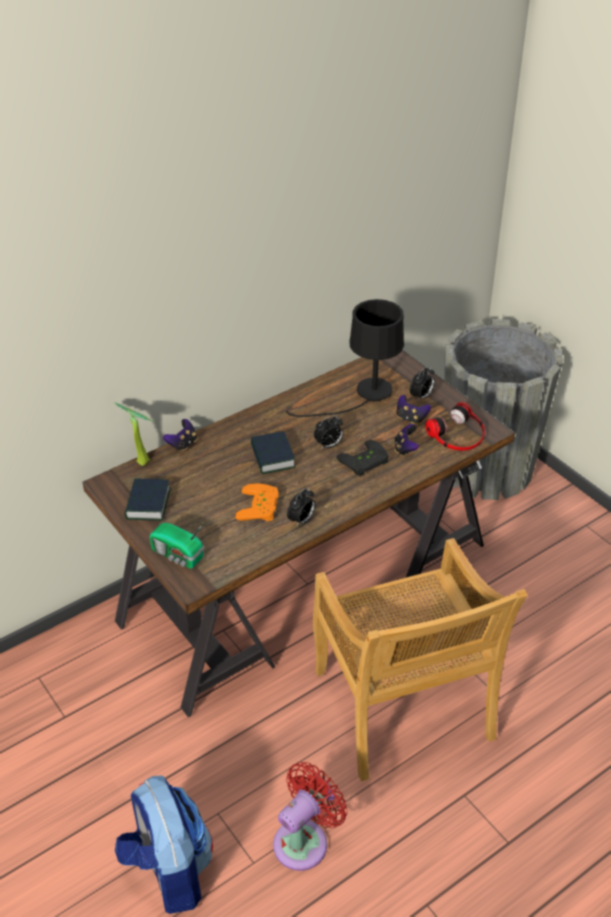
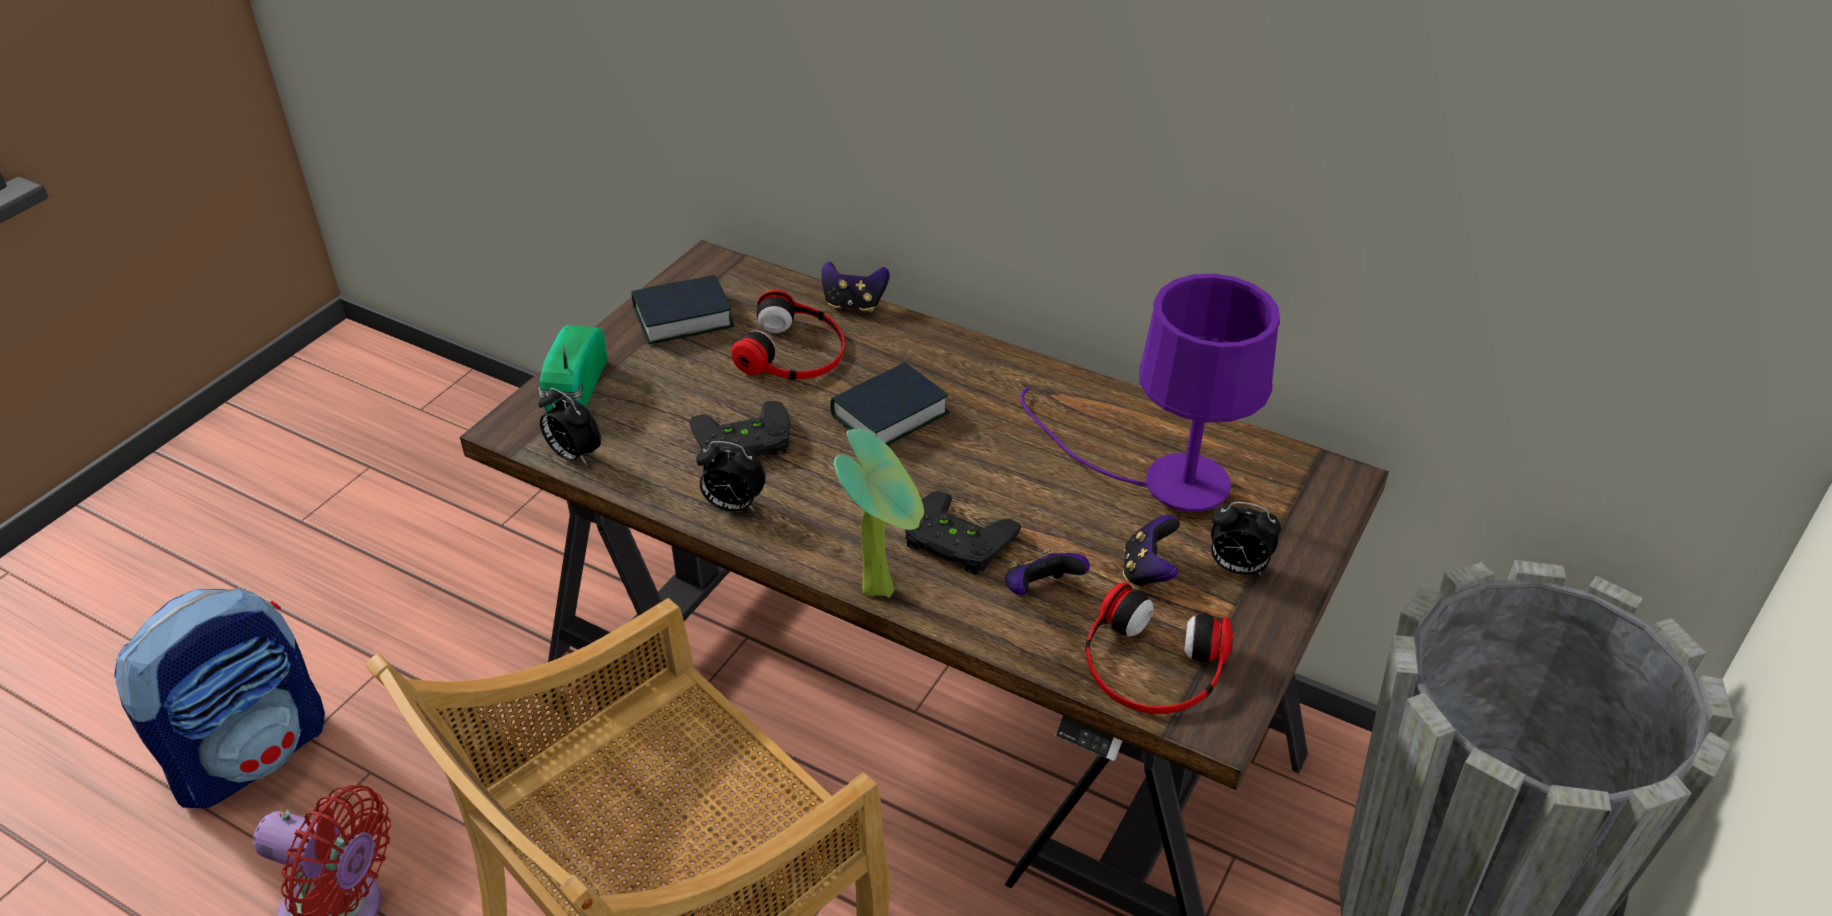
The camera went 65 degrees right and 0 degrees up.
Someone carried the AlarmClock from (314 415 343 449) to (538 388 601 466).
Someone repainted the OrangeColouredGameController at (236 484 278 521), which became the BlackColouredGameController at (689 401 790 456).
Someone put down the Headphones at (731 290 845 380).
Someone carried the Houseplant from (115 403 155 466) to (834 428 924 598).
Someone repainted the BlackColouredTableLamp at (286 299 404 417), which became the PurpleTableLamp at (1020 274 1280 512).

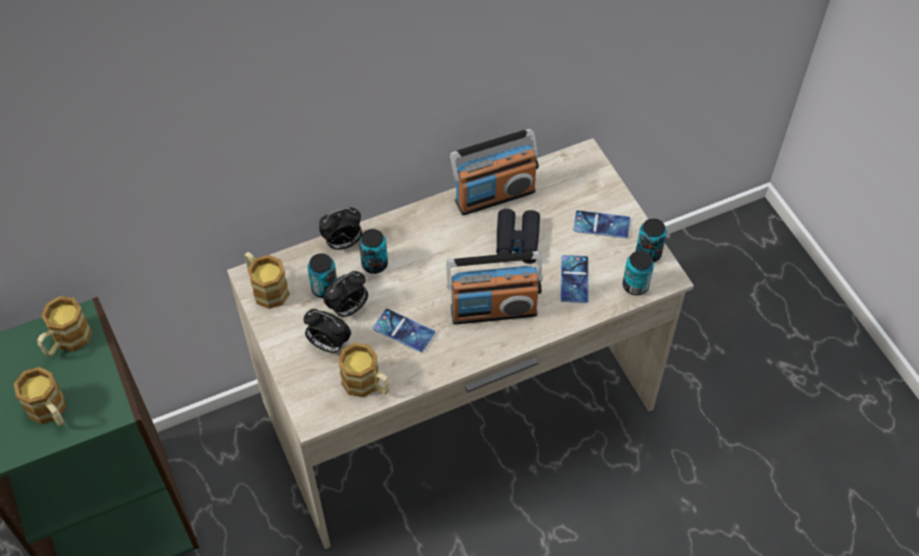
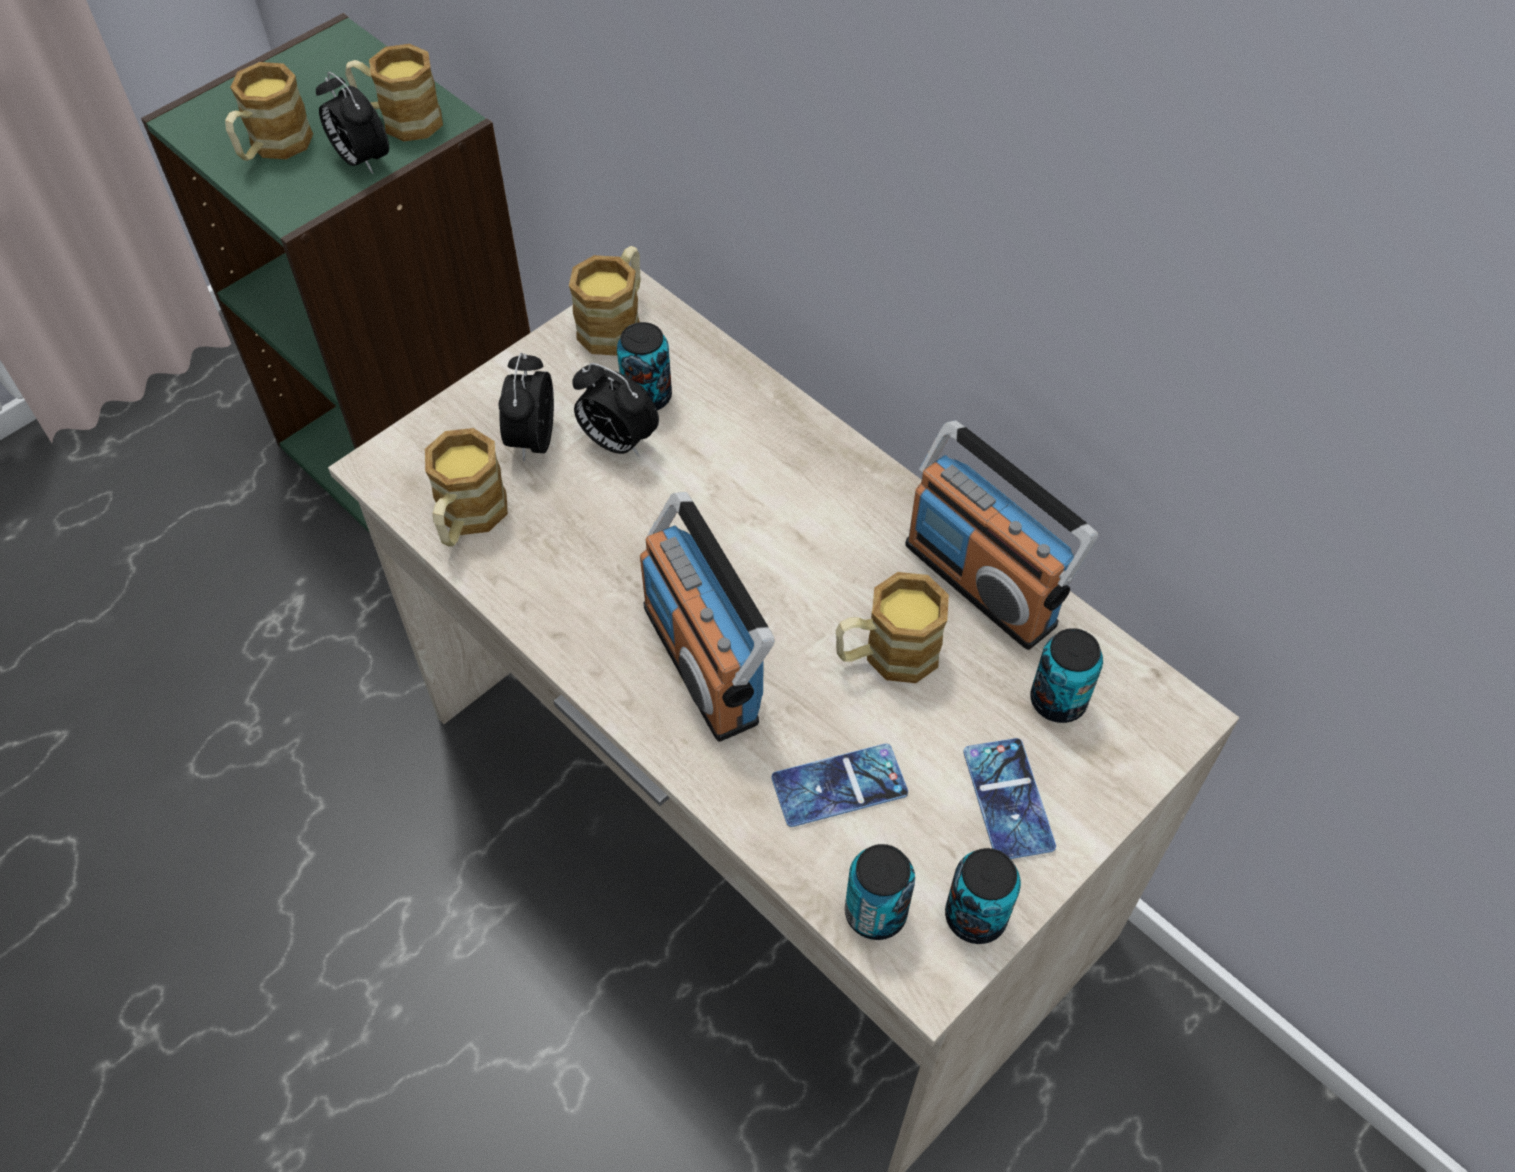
The camera went 70 degrees right and 0 degrees up.
Someone carried the AlarmClock from (319 207 362 250) to (316 72 389 174).
Someone swapped the BlackColouredBinoculars at (496 209 540 264) for the Mug at (836 572 949 683).
Someone carried the MetalCan from (359 229 388 274) to (1030 628 1103 723).
Someone took away the Telephone at (373 309 435 352).

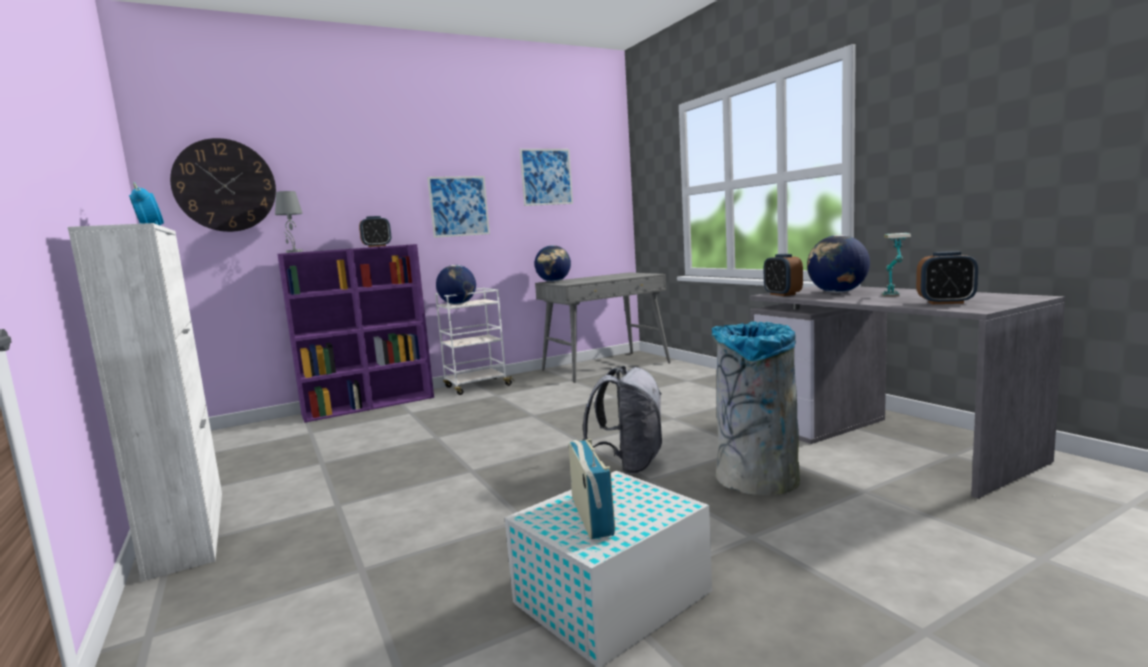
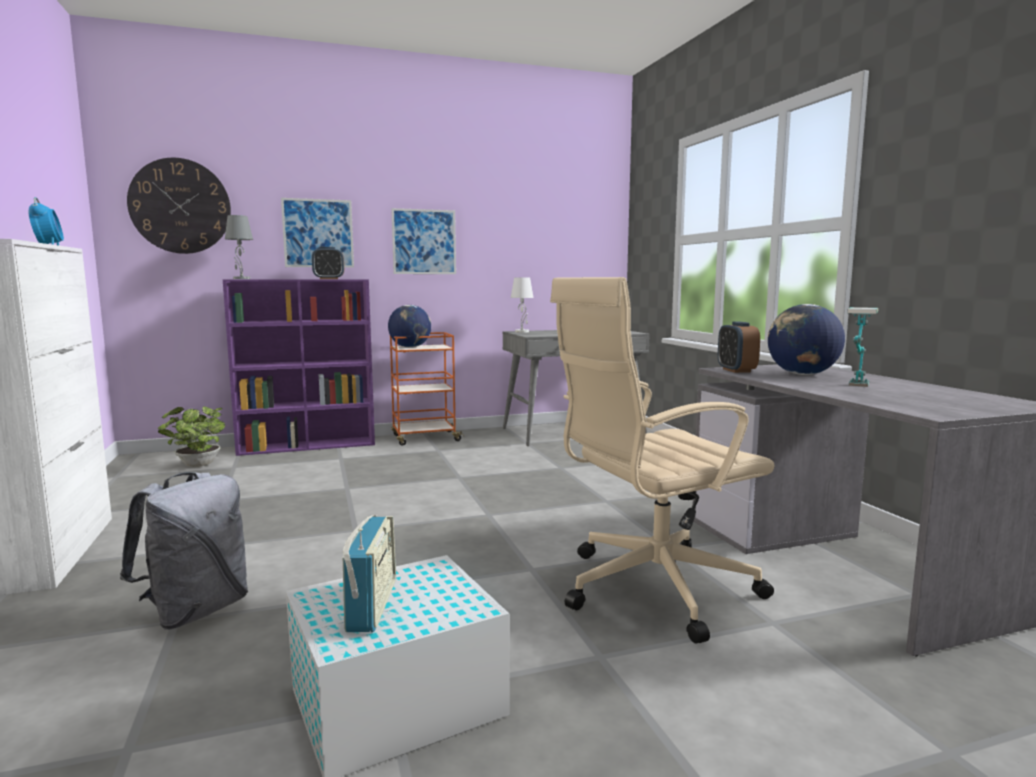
The camera went 10 degrees right and 0 degrees up.
Someone carried the GreyishRucksack from (582 366 662 474) to (120 472 248 630).
Someone put down the Houseplant at (158 406 225 467).
Someone carried the WallPicture from (520 149 573 206) to (281 198 354 268).
Someone repainted the WhiteColouredCart at (435 288 514 395), which became the OrangeColouredCart at (390 332 464 446).
Someone swapped the DeskGlobe at (535 245 571 282) for the WhiteColouredTableLamp at (511 278 533 333).
Someone swapped the GreyishWasteBin at (712 321 800 495) for the BeigeDeskChair at (550 277 774 643).
Someone took away the AlarmClock at (916 251 978 304).

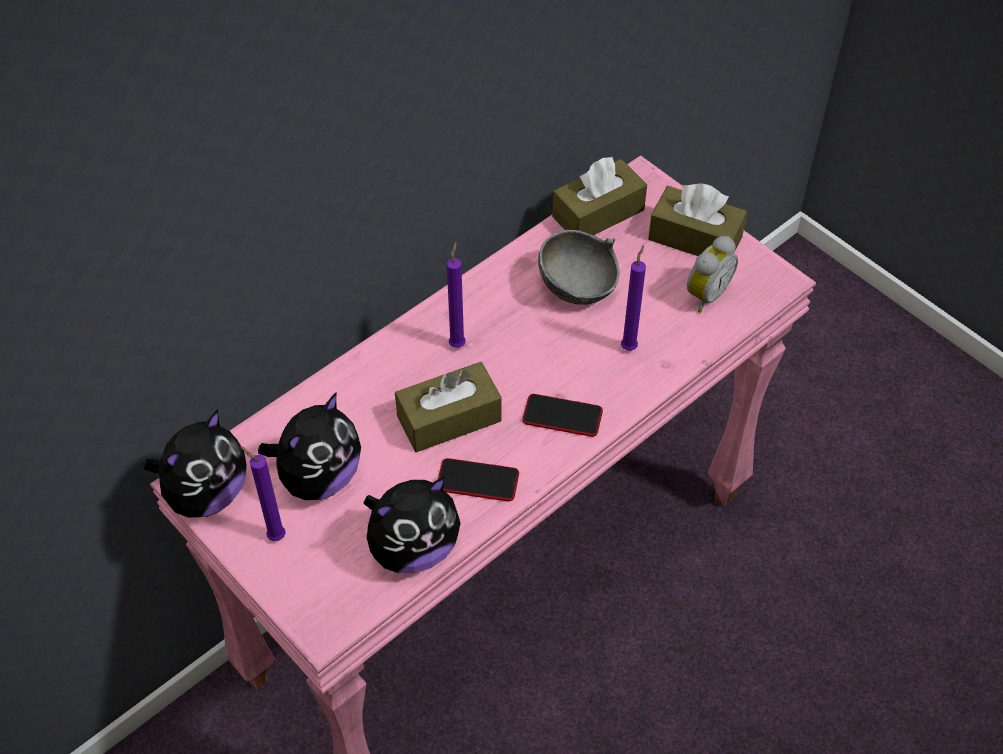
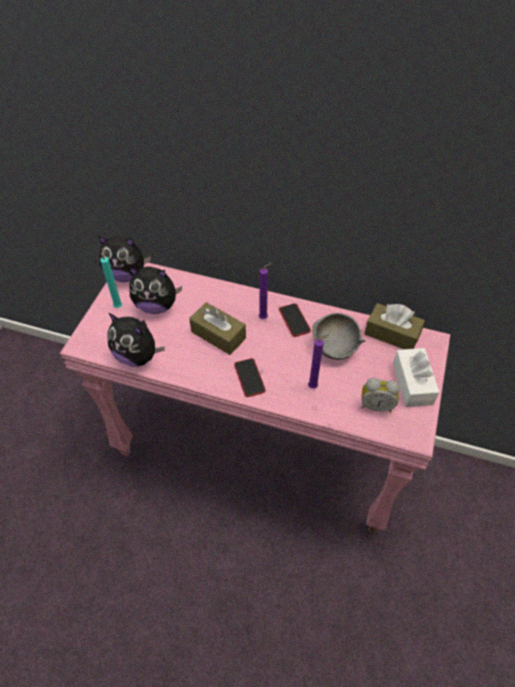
The camera went 60 degrees right and 0 degrees up.
Someone repainted the PurpleCandle at (240 446 286 541), which became the TurquoiseCandle at (100 248 122 308).
Someone carried the Telephone from (438 458 519 501) to (279 303 311 337).
Someone repainted the BrownTissueBox at (648 183 747 256), which became the WhiteColouredTissueBox at (393 348 439 407).

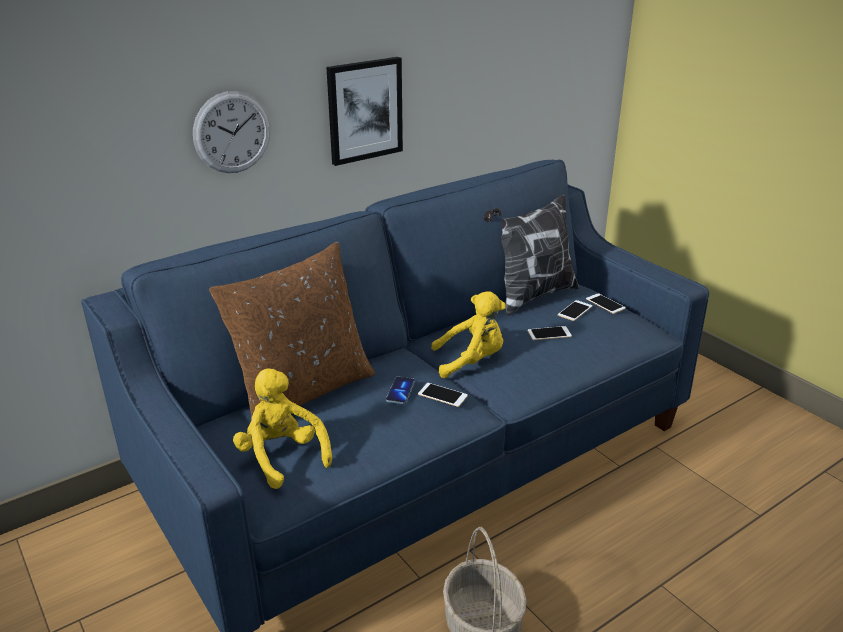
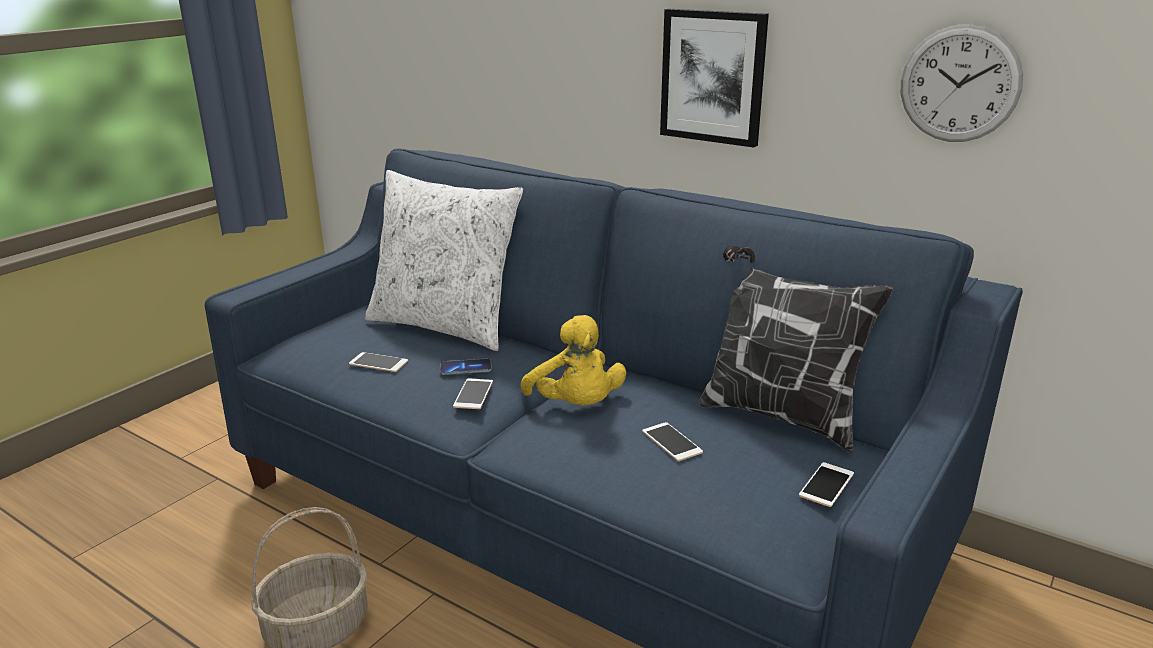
The camera went 70 degrees right and 5 degrees down.
Someone carried the Telephone from (558 300 592 321) to (349 352 408 372).
Someone repainted the BrownCushion at (209 242 375 418), which became the WhiteColouredCushion at (365 170 523 351).
Someone carried the HangingClock from (193 91 271 173) to (901 24 1023 142).
Someone took away the YellowPlushToy at (233 368 332 489).

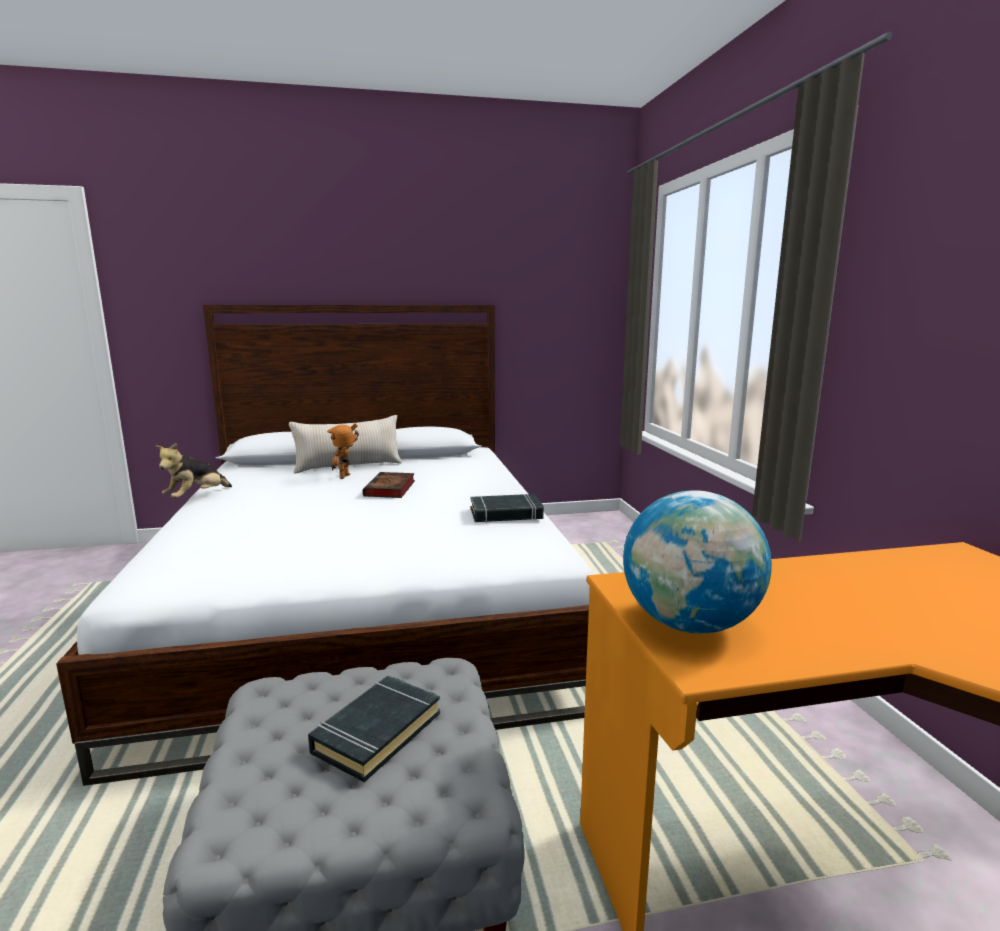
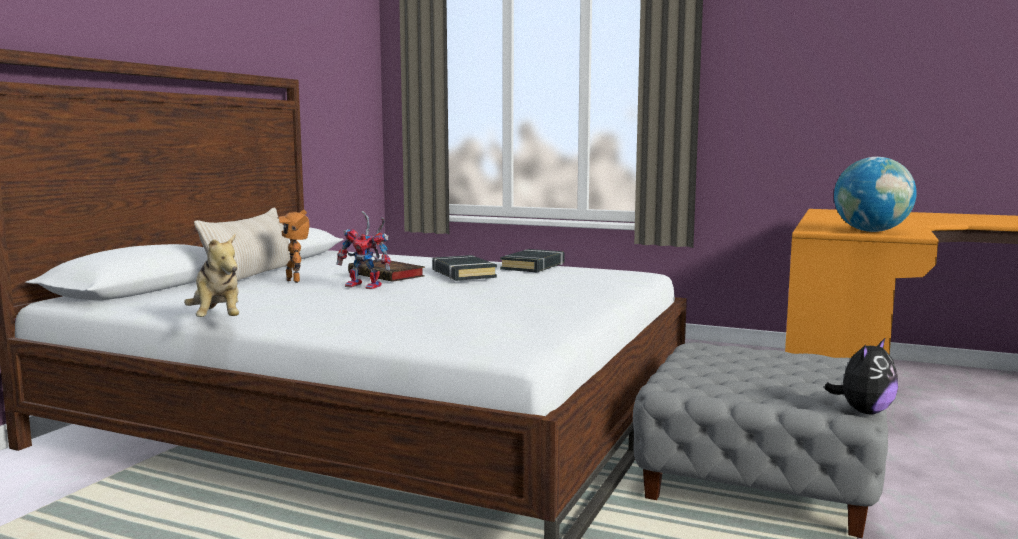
The camera went 55 degrees left and 5 degrees down.
Someone put down the ModelRobot at (336 211 391 289).
Someone carried the BlackColouredBook from (308 675 440 782) to (432 255 497 281).
Someone put down the PlushToy at (824 337 898 414).

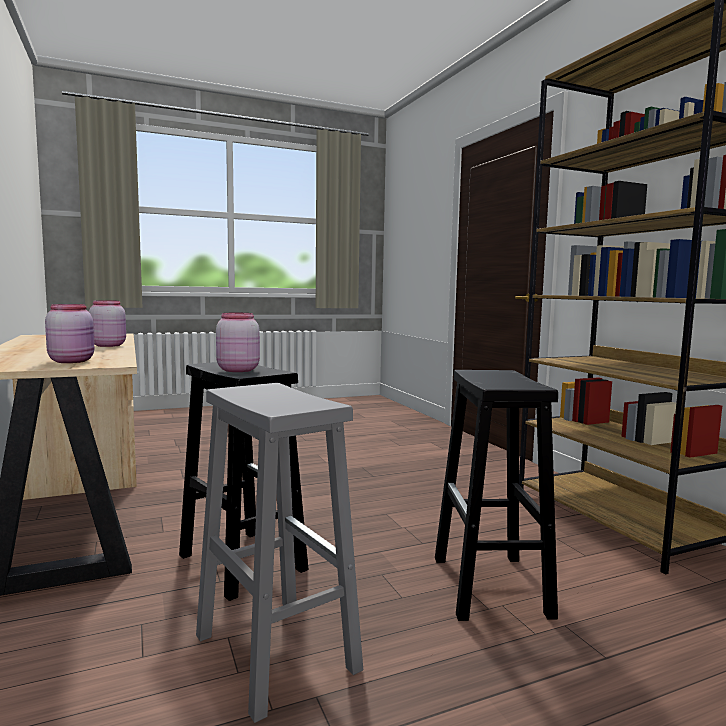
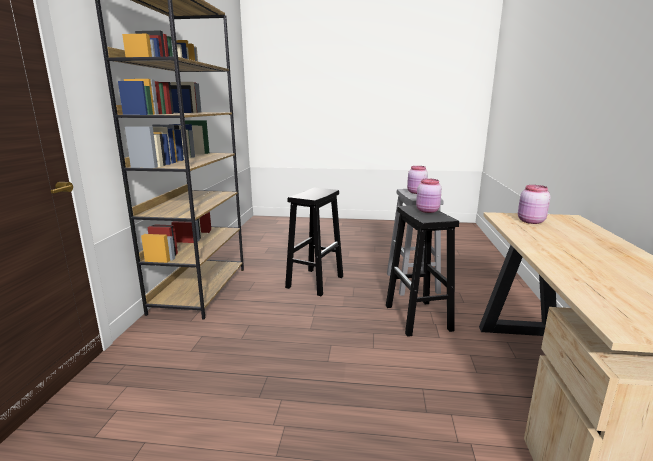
The camera went 150 degrees left and 10 degrees up.
Someone carried the PinkColouredJar from (89 300 126 347) to (407 166 428 194).

